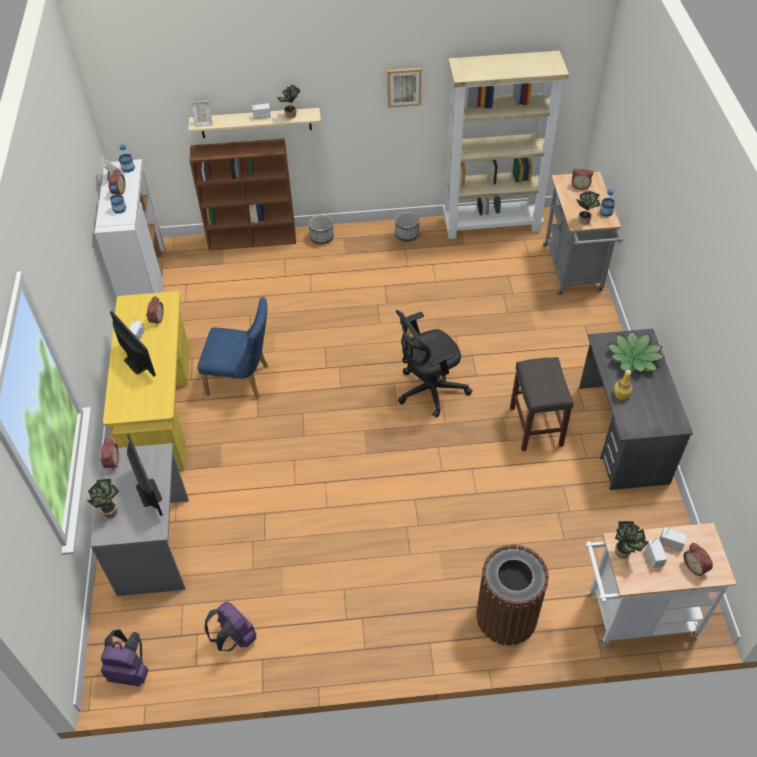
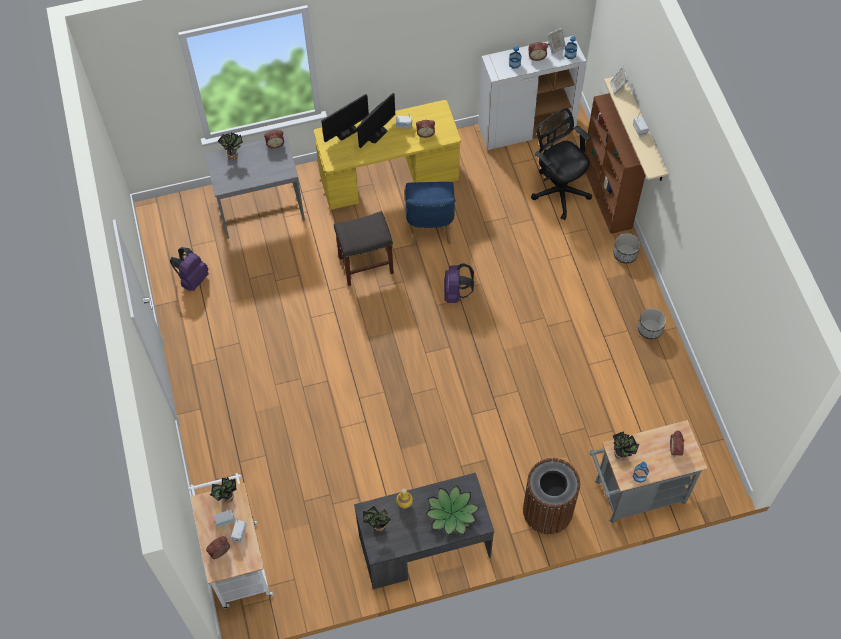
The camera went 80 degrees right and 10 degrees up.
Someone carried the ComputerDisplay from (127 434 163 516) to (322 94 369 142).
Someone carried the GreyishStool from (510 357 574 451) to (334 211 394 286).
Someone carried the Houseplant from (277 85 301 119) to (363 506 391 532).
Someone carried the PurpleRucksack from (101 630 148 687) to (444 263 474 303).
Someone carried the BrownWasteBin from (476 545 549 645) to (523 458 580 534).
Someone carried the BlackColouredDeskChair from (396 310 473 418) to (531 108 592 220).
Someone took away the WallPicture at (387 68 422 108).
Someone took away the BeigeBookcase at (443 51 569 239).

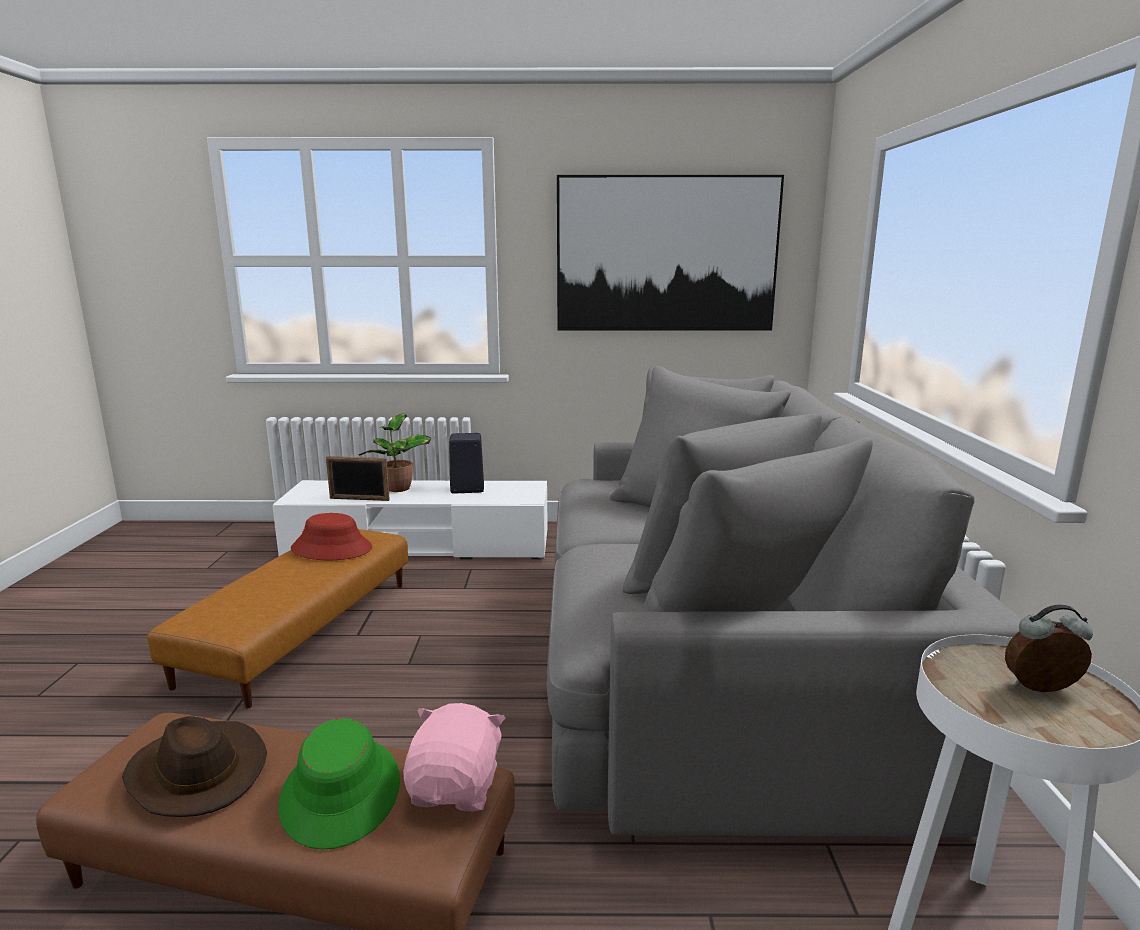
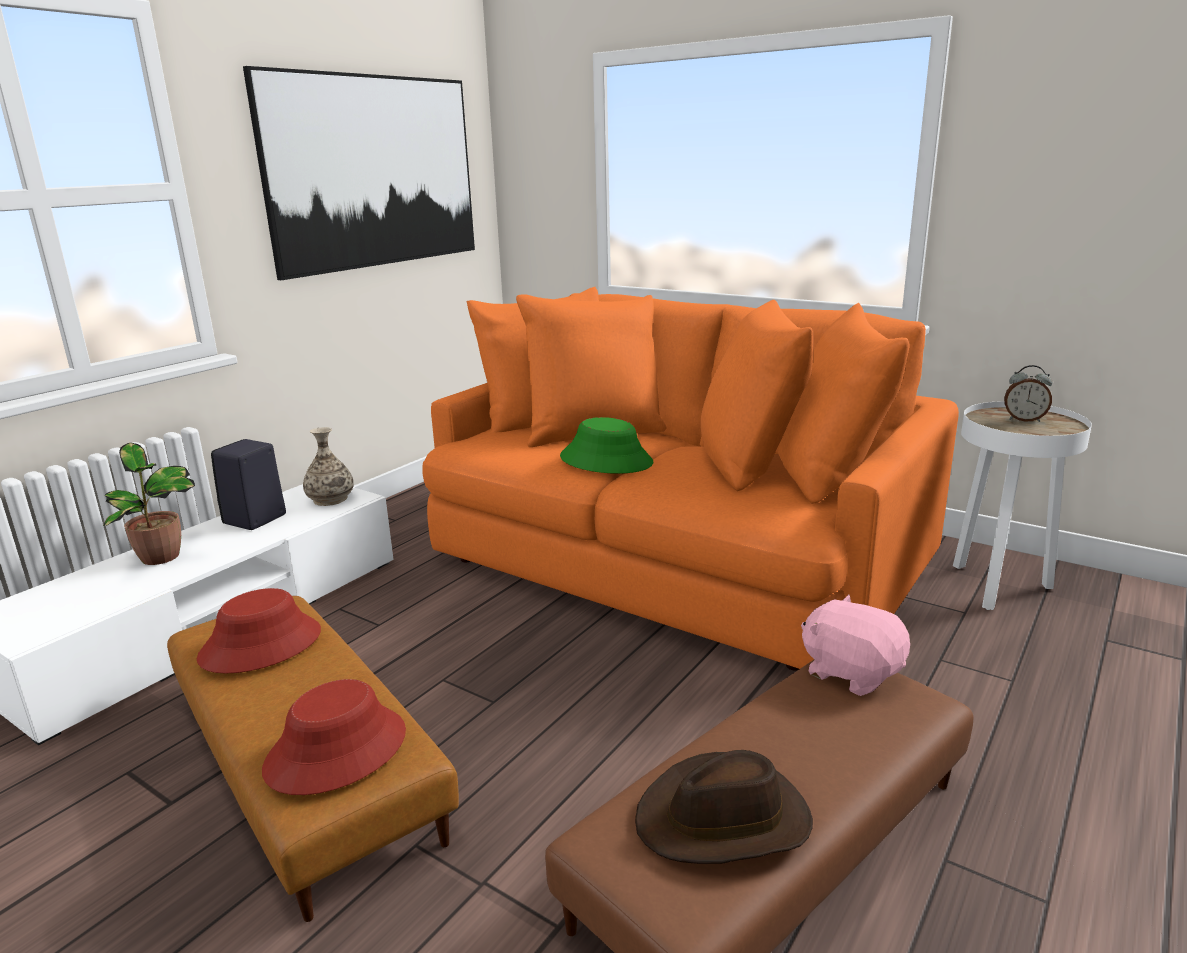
The camera went 55 degrees left and 5 degrees up.
Someone put down the RedHat at (262 679 406 795).
Someone put down the DecorativeVase at (303 427 354 506).
Someone repainted the GreyishSettee at (547 366 1022 837), which became the OrangeColouredSettee at (422 287 959 671).
Someone carried the GreenColouredHat from (278 718 400 850) to (560 417 653 474).
Someone rotated the AlarmClock at (1005 604 1093 692) by 105 degrees counterclockwise.
Someone took away the PictureFrame at (326 456 390 501).

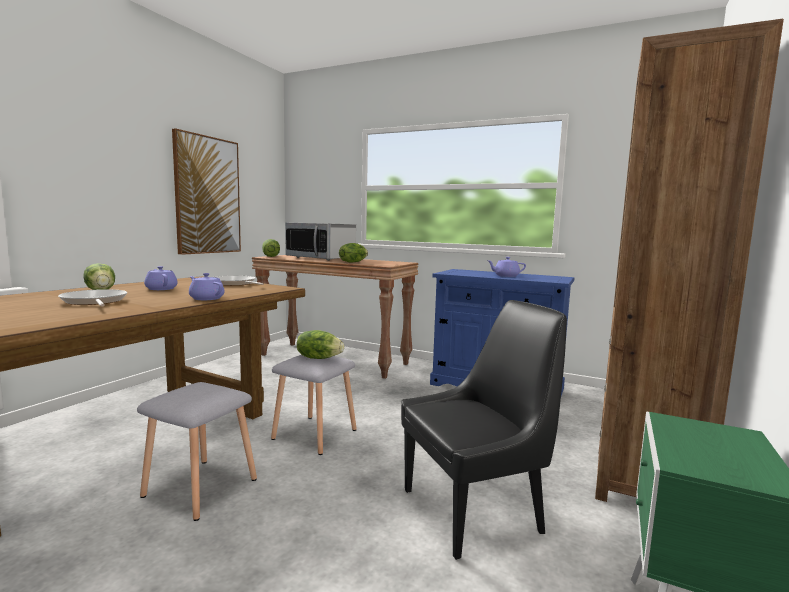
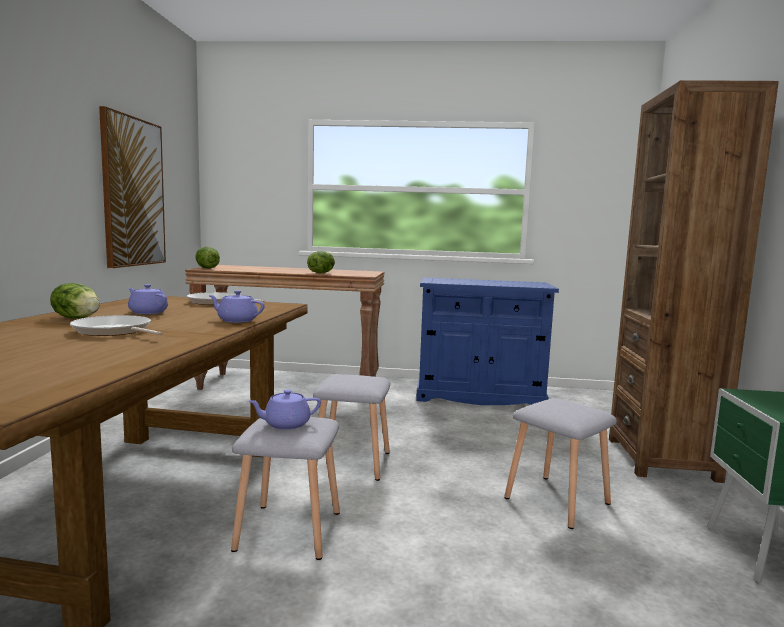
The camera went 20 degrees left and 0 degrees up.
Someone carried the PurpleTeaPot from (487 257 526 277) to (248 389 321 430).
Someone swapped the BlackColouredPlainChair at (401 300 567 560) for the GreyishStool at (504 398 617 529).
Someone took away the Microwave at (285 222 356 261).
Someone took away the Lettuce at (297 330 344 359).

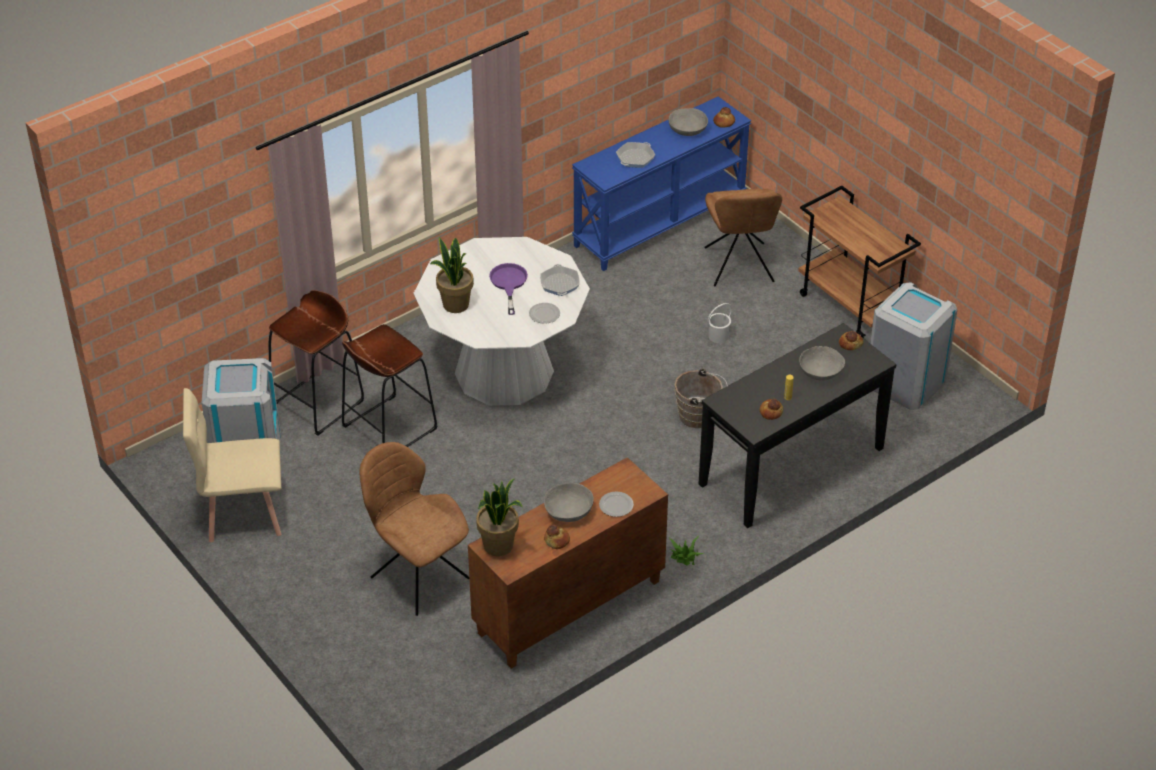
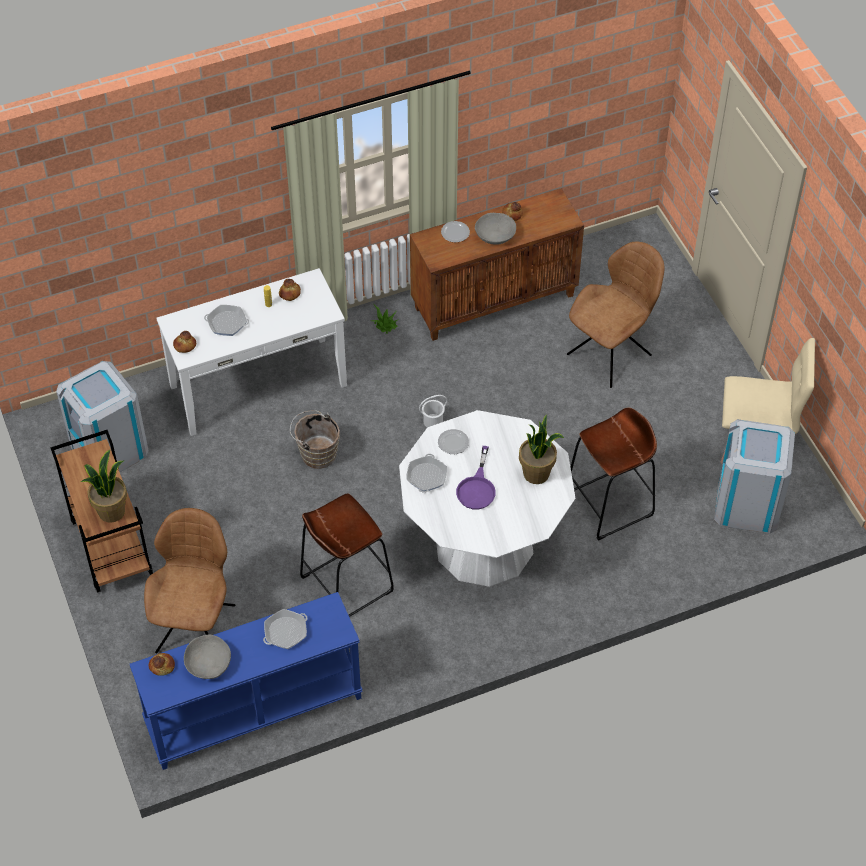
The camera went 165 degrees left and 10 degrees up.
Someone carried the Houseplant from (476 478 523 556) to (81 450 127 523).
Someone repainted the BlackColouredNarrowTable at (699 323 896 528), which became the WhiteColouredNarrowTable at (156 268 347 436).
Someone swapped the GreyishServingBowl at (799 346 845 381) for the Skillet at (204 305 249 336).
Someone carried the BrownStool from (269 290 364 436) to (300 493 394 617).
Someone carried the WhiteColouredPail from (707 303 732 343) to (419 395 447 427).
Someone rotated the BrownPlainChair at (359 442 469 616) by 105 degrees counterclockwise.

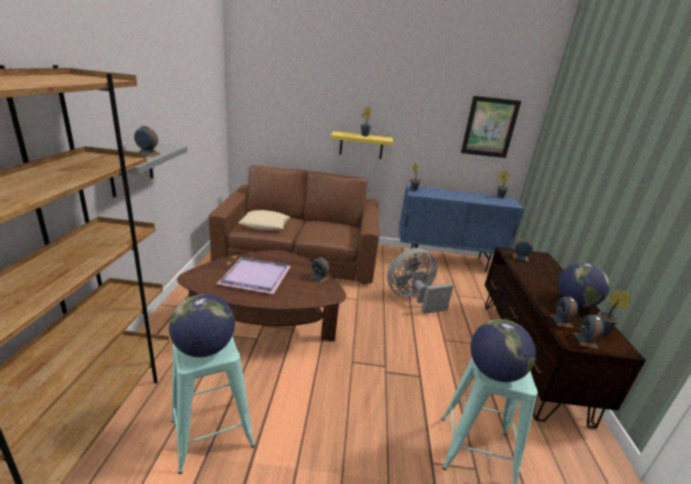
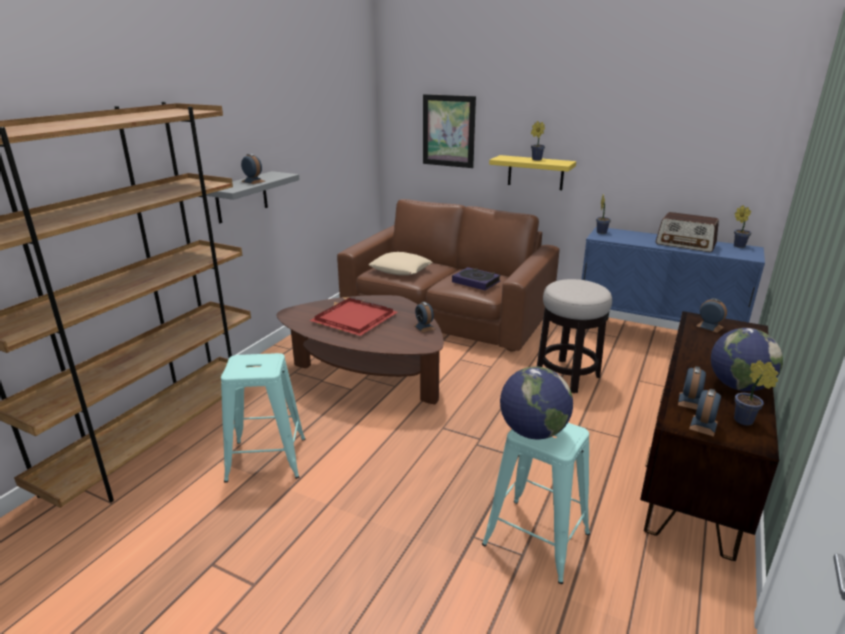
The camera went 25 degrees right and 0 degrees up.
Someone repainted the PurpleCarryingTray at (217 257 291 294), which became the RedCarryingTray at (310 297 398 336).
Someone carried the WallPicture from (461 96 521 158) to (423 94 476 168).
Someone put down the Book at (452 267 501 290).
Someone swapped the GreyishCoolingFan at (387 248 453 314) for the Stool at (537 279 612 393).
Someone put down the RadioSet at (656 212 719 252).
Someone took away the DeskGlobe at (169 294 235 357).

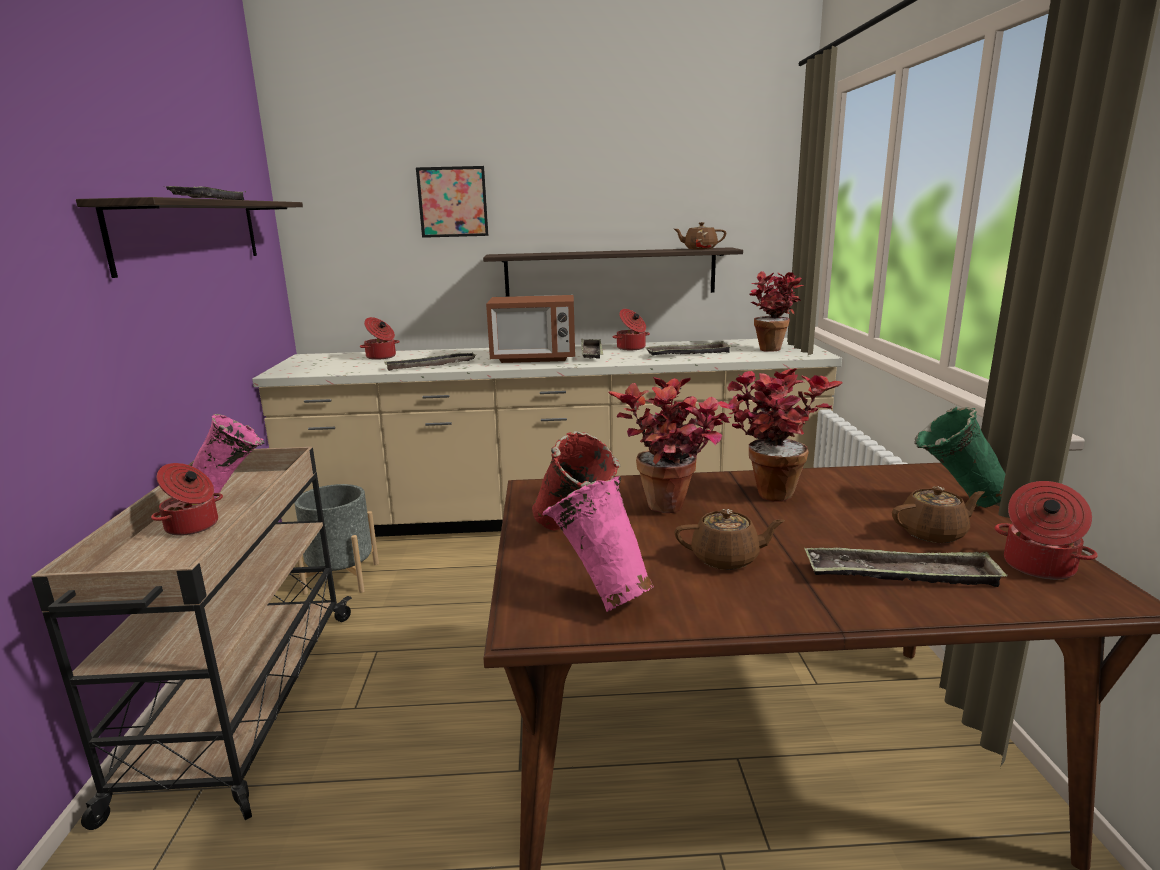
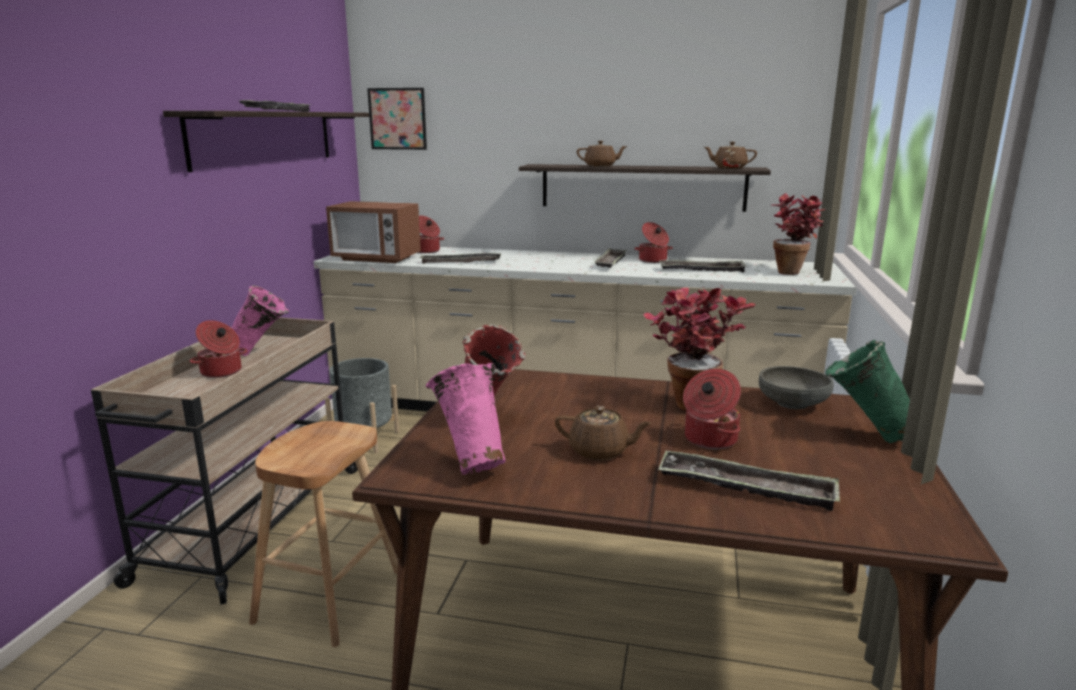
The camera went 15 degrees right and 0 degrees up.
Someone put down the BrownStool at (249 421 398 647).
Someone carried the Microwave from (486 295 575 363) to (326 201 421 263).
Someone carried the WallPicture from (416 166 488 238) to (367 88 427 150).
Someone carried the BrownTeaPot from (892 486 985 543) to (577 141 627 167).
Someone carried the Saucepot from (995 481 1098 580) to (683 369 741 449).
Someone put down the GreyishServingBowl at (759 366 834 410).
Someone took away the Houseplant at (609 377 731 513).

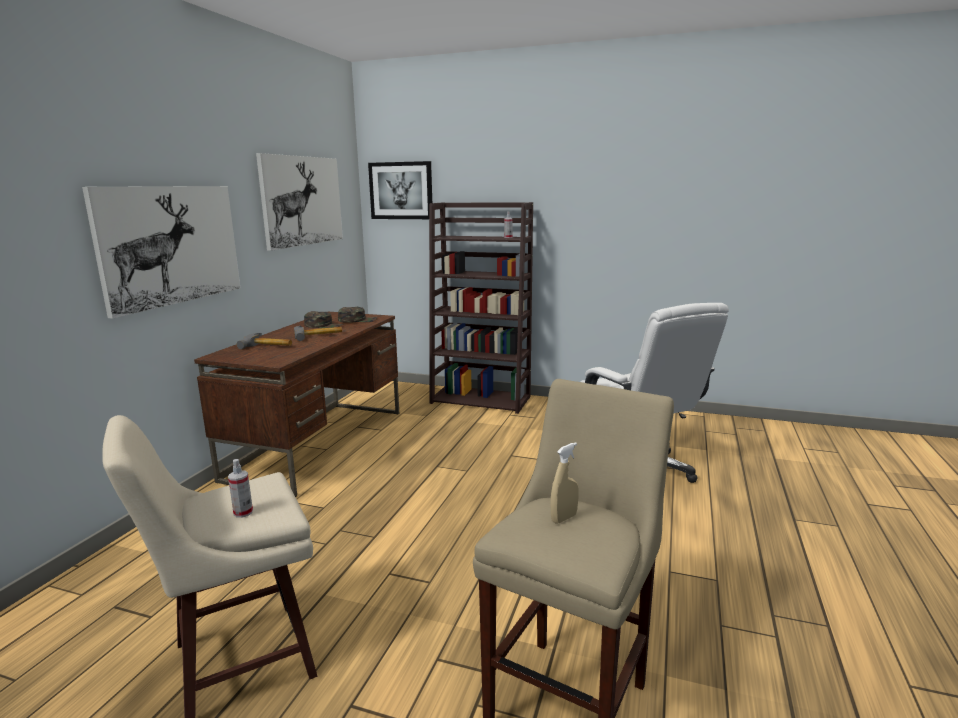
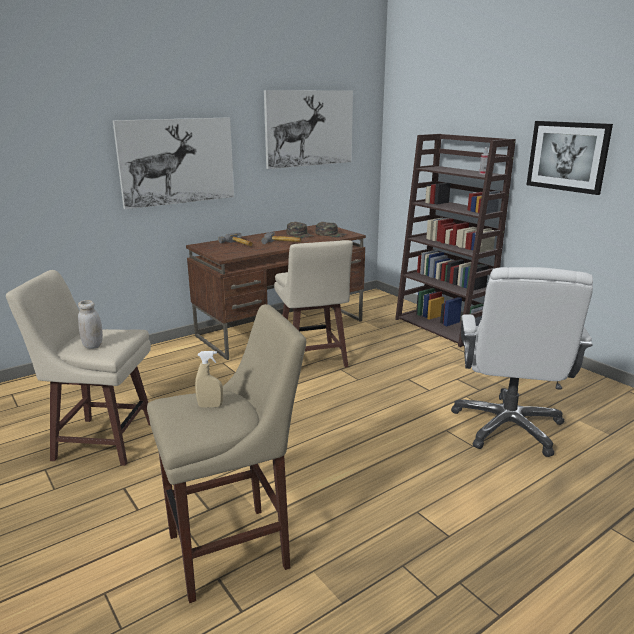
The camera went 35 degrees right and 5 degrees up.
Someone swapped the Sprayer at (228 459 253 518) for the WhiteColouredJar at (78 300 103 349).
Someone put down the BeigeStool at (274 240 353 367).
Someone carried the WallPicture from (368 161 432 219) to (527 121 613 195).

